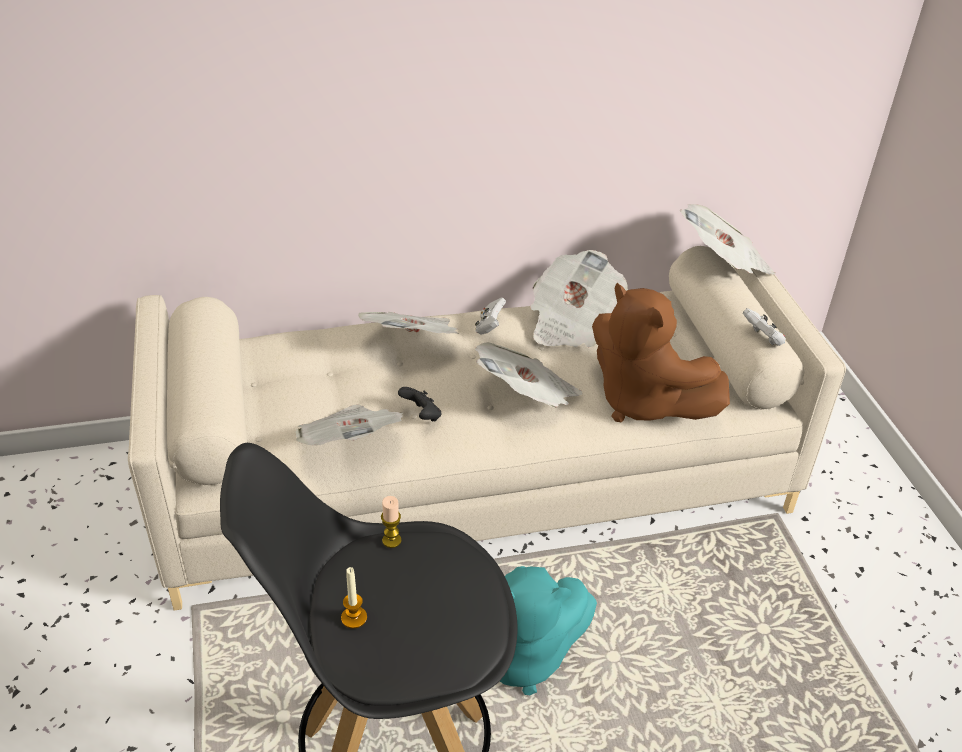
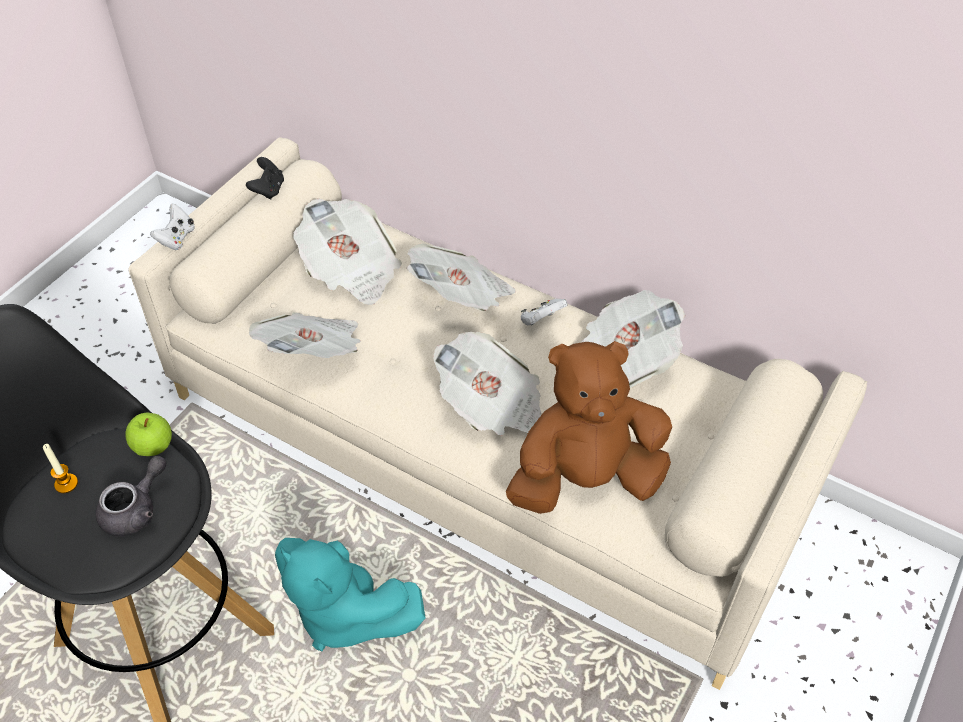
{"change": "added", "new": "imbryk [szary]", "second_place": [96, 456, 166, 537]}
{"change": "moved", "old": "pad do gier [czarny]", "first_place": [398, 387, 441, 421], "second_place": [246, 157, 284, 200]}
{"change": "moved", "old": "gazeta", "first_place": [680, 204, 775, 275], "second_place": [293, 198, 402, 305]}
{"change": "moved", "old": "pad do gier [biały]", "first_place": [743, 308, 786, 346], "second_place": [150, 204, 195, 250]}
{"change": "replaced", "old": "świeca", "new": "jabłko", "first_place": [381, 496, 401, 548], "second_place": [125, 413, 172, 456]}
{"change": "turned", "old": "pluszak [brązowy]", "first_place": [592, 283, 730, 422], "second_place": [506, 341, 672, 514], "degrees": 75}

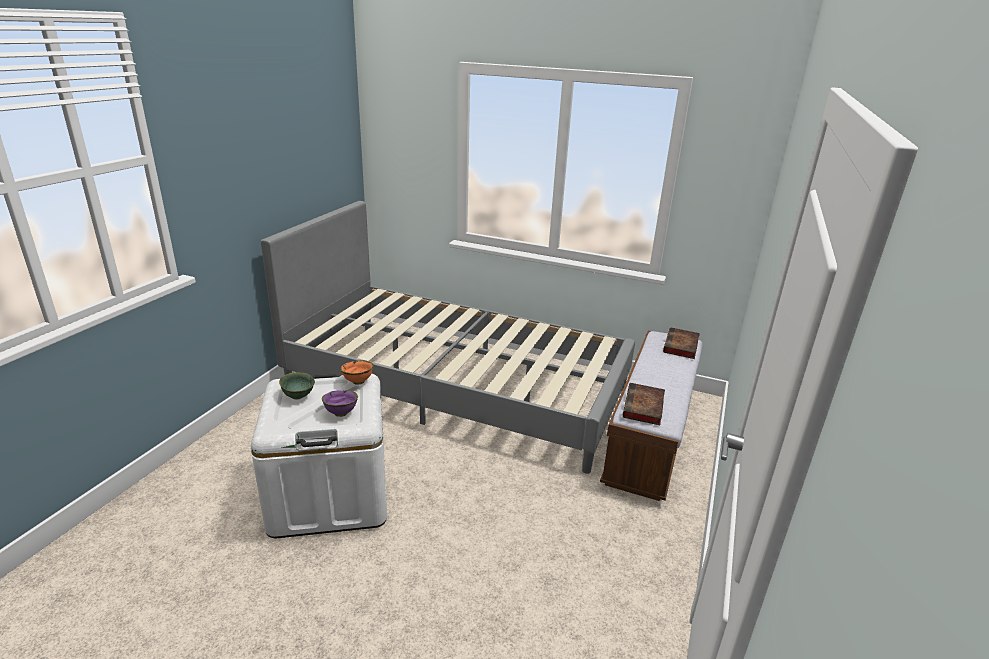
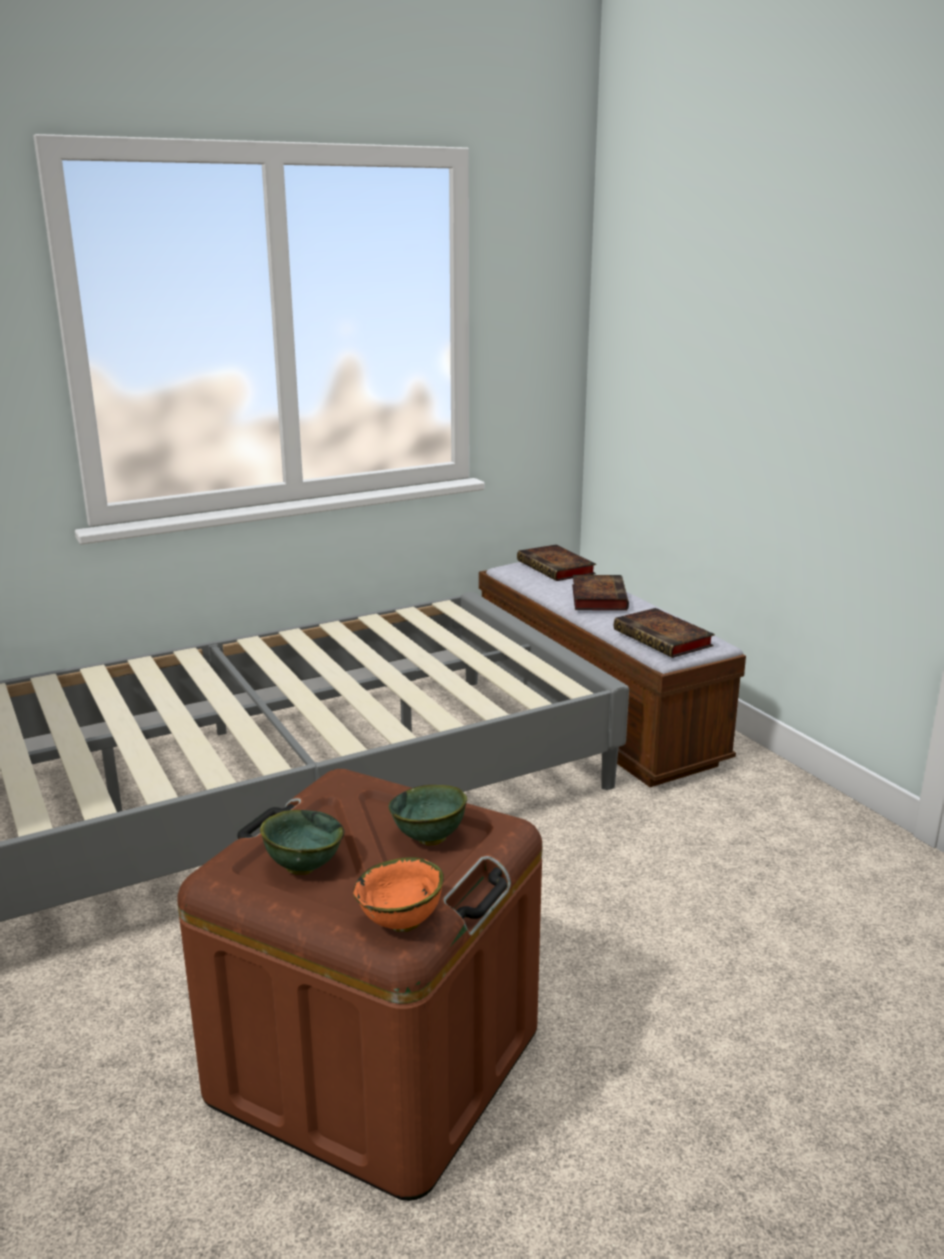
{"change": "added", "new": "książka", "second_place": [572, 575, 629, 610]}
{"change": "moved", "old": "miska [pomarańczowy]", "first_place": [340, 360, 374, 385], "second_place": [353, 857, 444, 932]}
{"change": "recoloured", "old": "pojemnik do przechowywania [biały]", "new": "pojemnik do przechowywania [brązowy]", "first_place": [251, 374, 387, 538], "second_place": [177, 769, 543, 1201]}
{"change": "recoloured", "old": "miska [fioletowy]", "new": "miska [zielony]", "first_place": [322, 390, 358, 417], "second_place": [388, 785, 467, 846]}

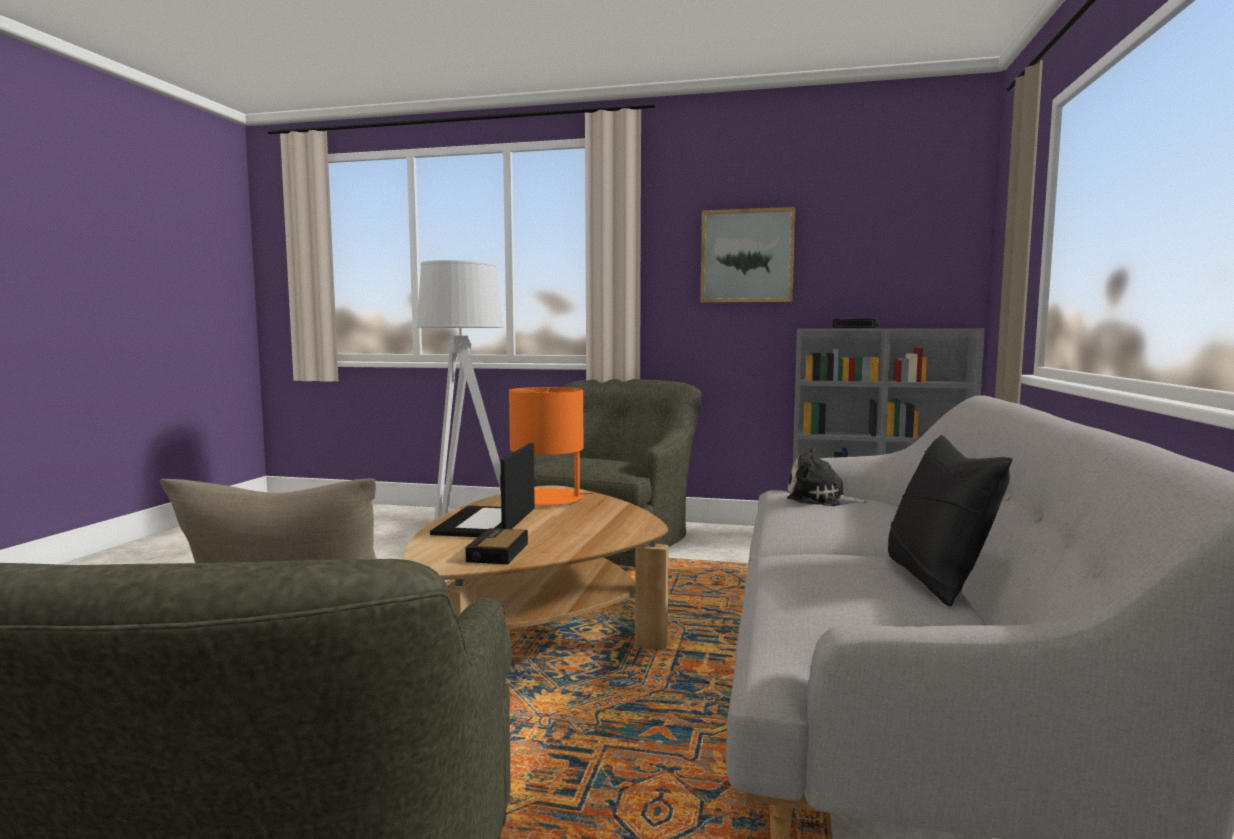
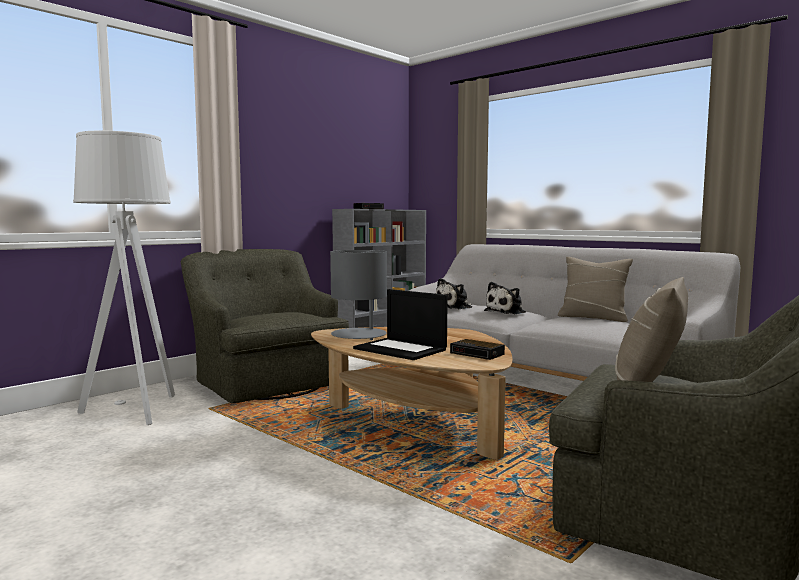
{"change": "removed", "old": "obraz", "first_place": [701, 207, 795, 303]}
{"change": "added", "new": "pluszak", "second_place": [484, 282, 526, 315]}
{"change": "recoloured", "old": "lampa stołowa [pomarańczowy]", "new": "lampa stołowa [szary]", "first_place": [509, 387, 593, 505], "second_place": [330, 250, 387, 340]}
{"change": "recoloured", "old": "poduszka [czarny]", "new": "poduszka [beżowy]", "first_place": [888, 435, 1013, 606], "second_place": [558, 257, 633, 322]}

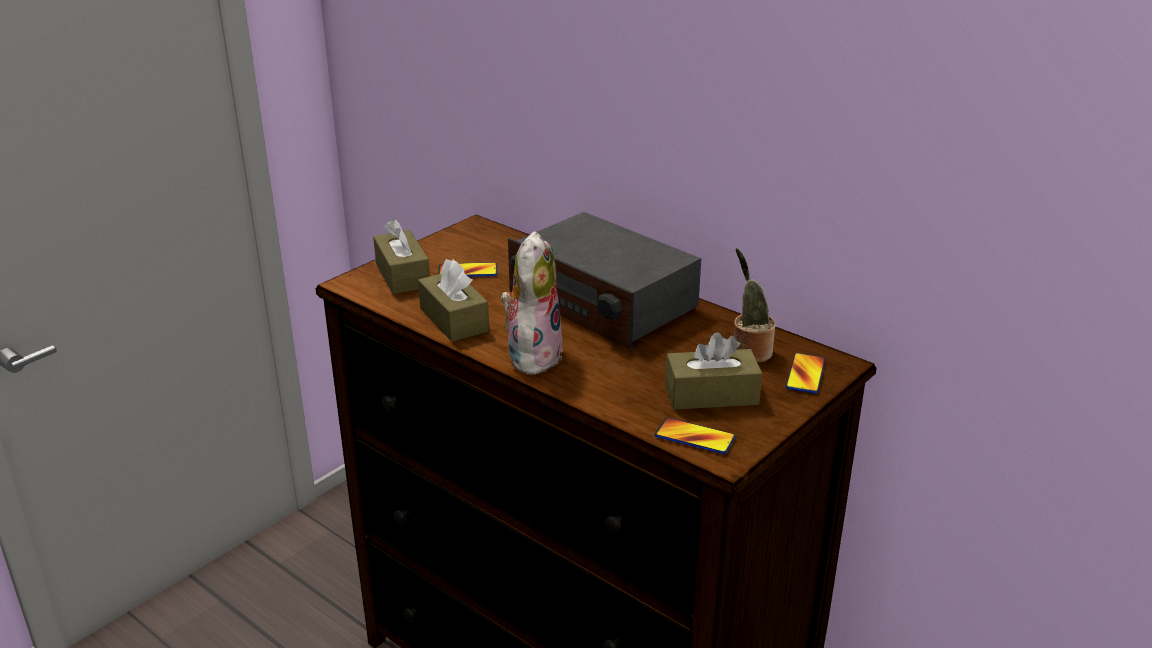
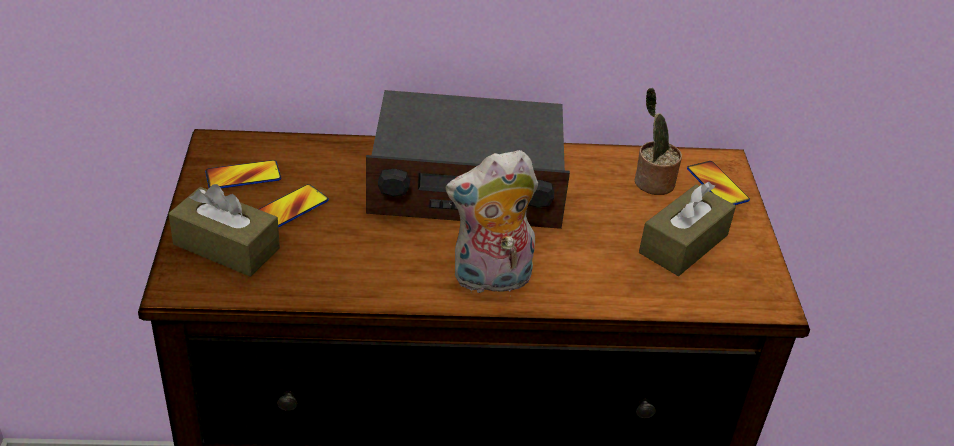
{"change": "removed", "old": "pudełko chusteczek [brązowy]", "first_place": [418, 259, 489, 342]}
{"change": "moved", "old": "telefon", "first_place": [655, 417, 735, 454], "second_place": [205, 160, 281, 188]}
{"change": "turned", "old": "pluszak", "first_place": [501, 231, 563, 375], "second_place": [446, 150, 538, 297], "degrees": -75}

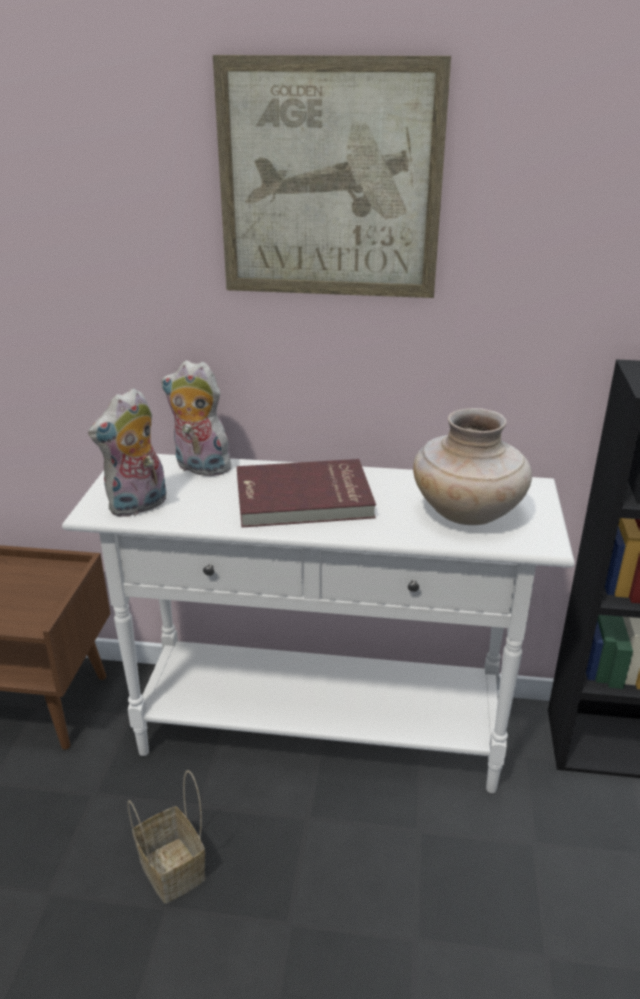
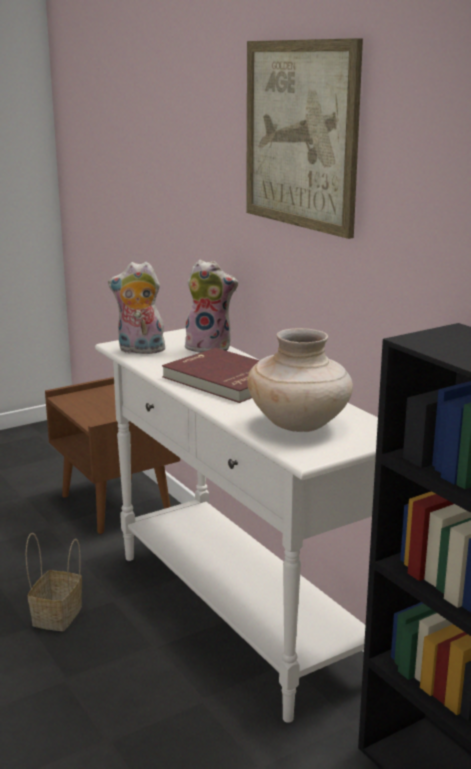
{"change": "turned", "old": "pluszak", "first_place": [161, 360, 234, 476], "second_place": [185, 260, 238, 353], "degrees": 120}

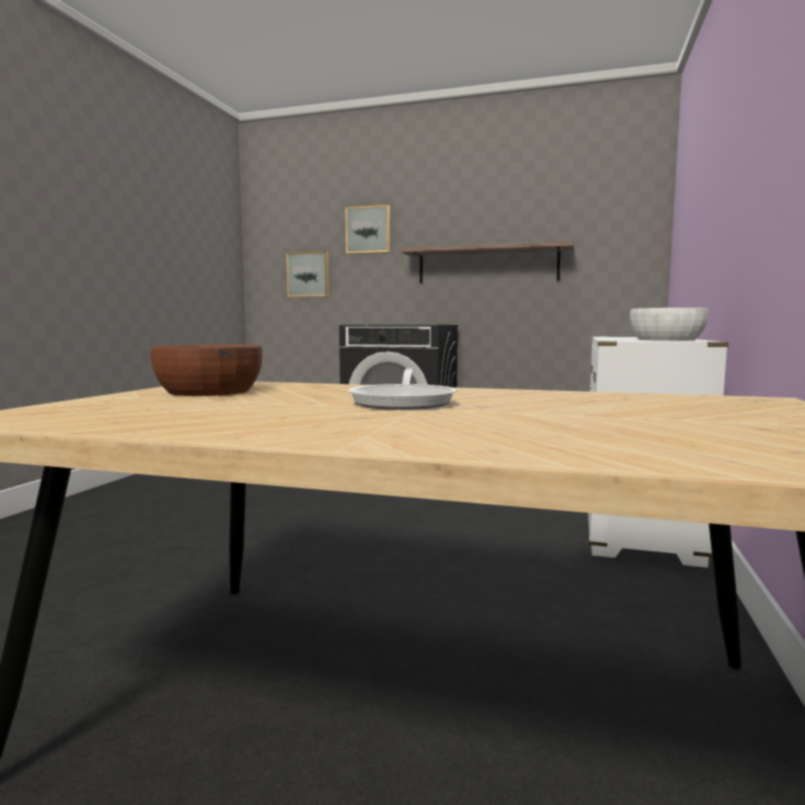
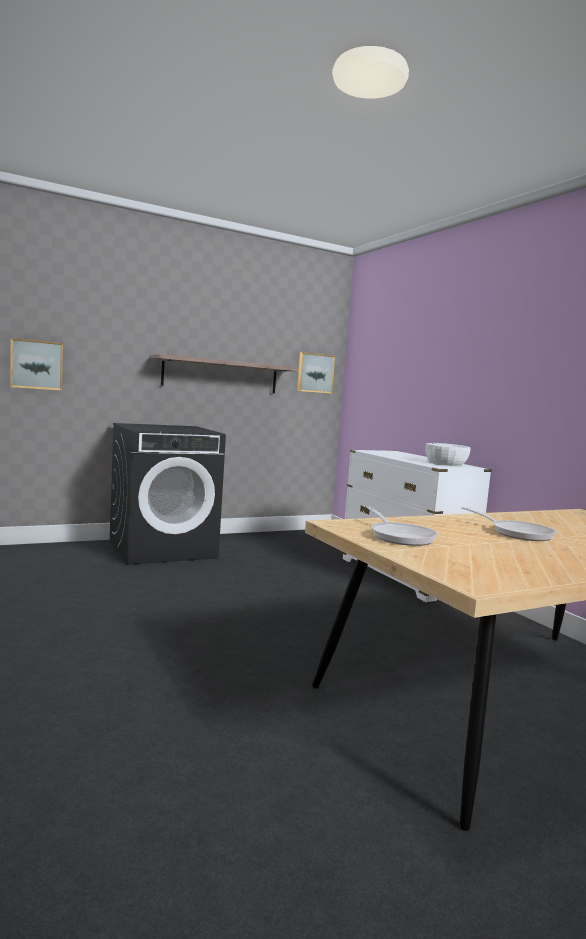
{"change": "moved", "old": "obraz", "first_place": [345, 205, 390, 254], "second_place": [297, 352, 335, 394]}
{"change": "replaced", "old": "miska [brązowy]", "new": "patelnia", "first_place": [150, 344, 262, 396], "second_place": [367, 507, 439, 546]}

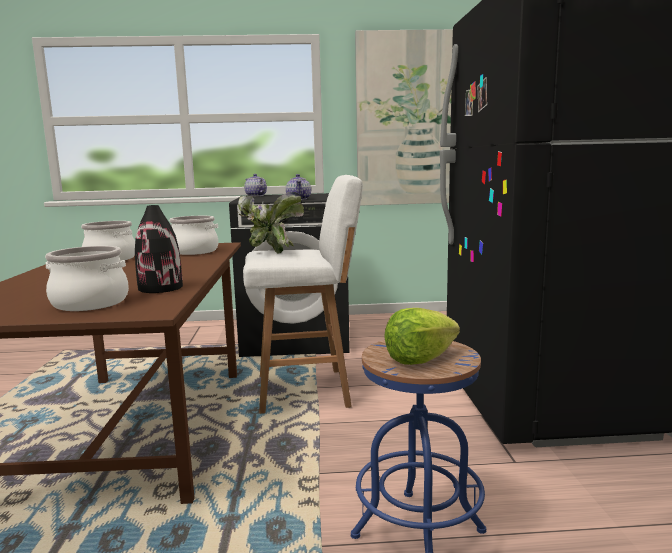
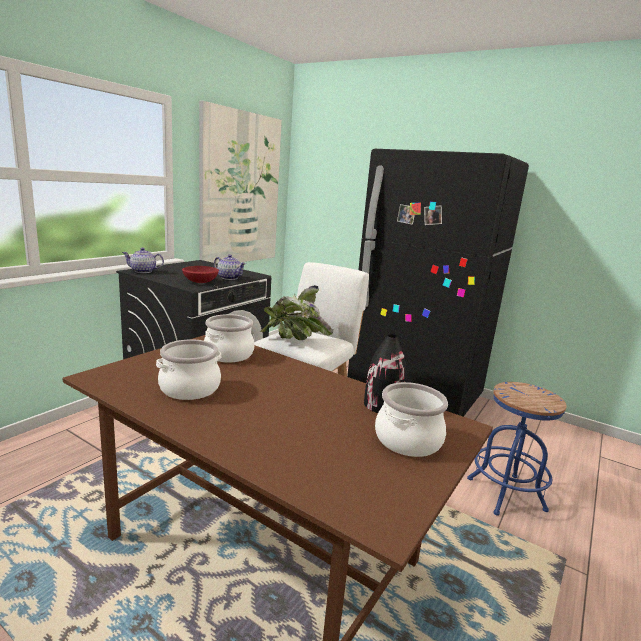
{"change": "removed", "old": "sałata", "first_place": [384, 308, 460, 365]}
{"change": "added", "new": "miska [czerwony]", "second_place": [182, 266, 219, 283]}

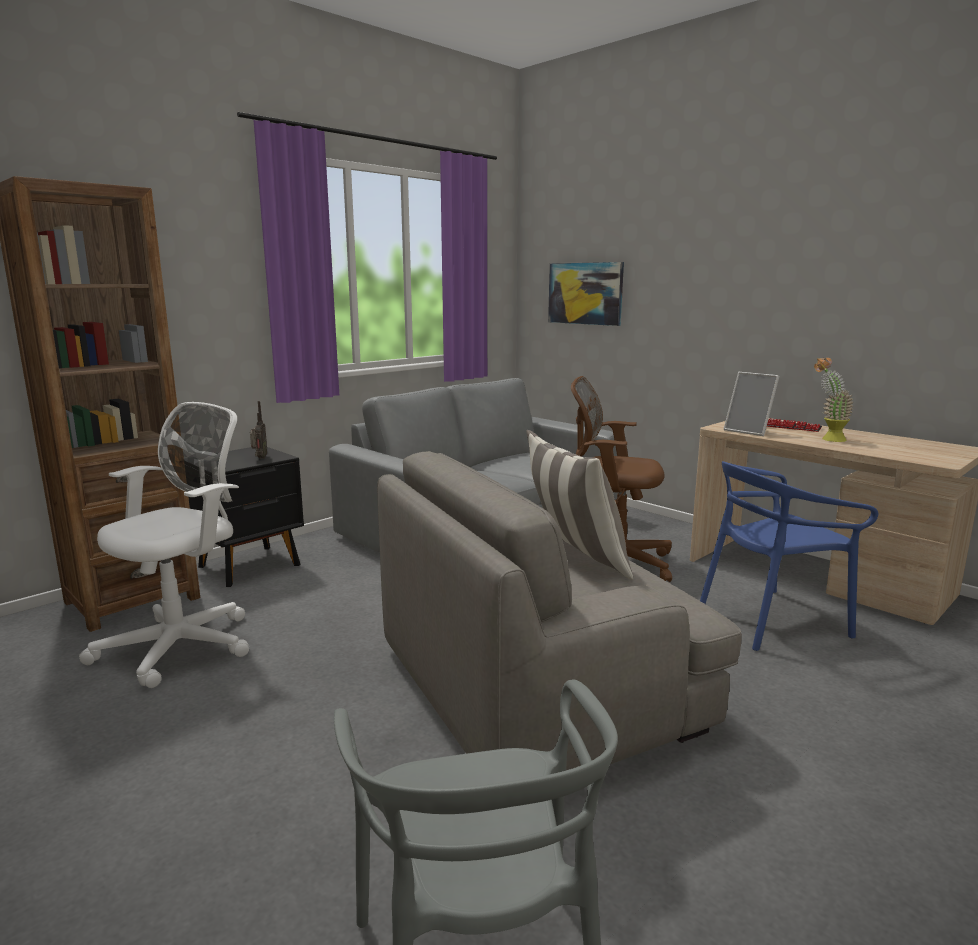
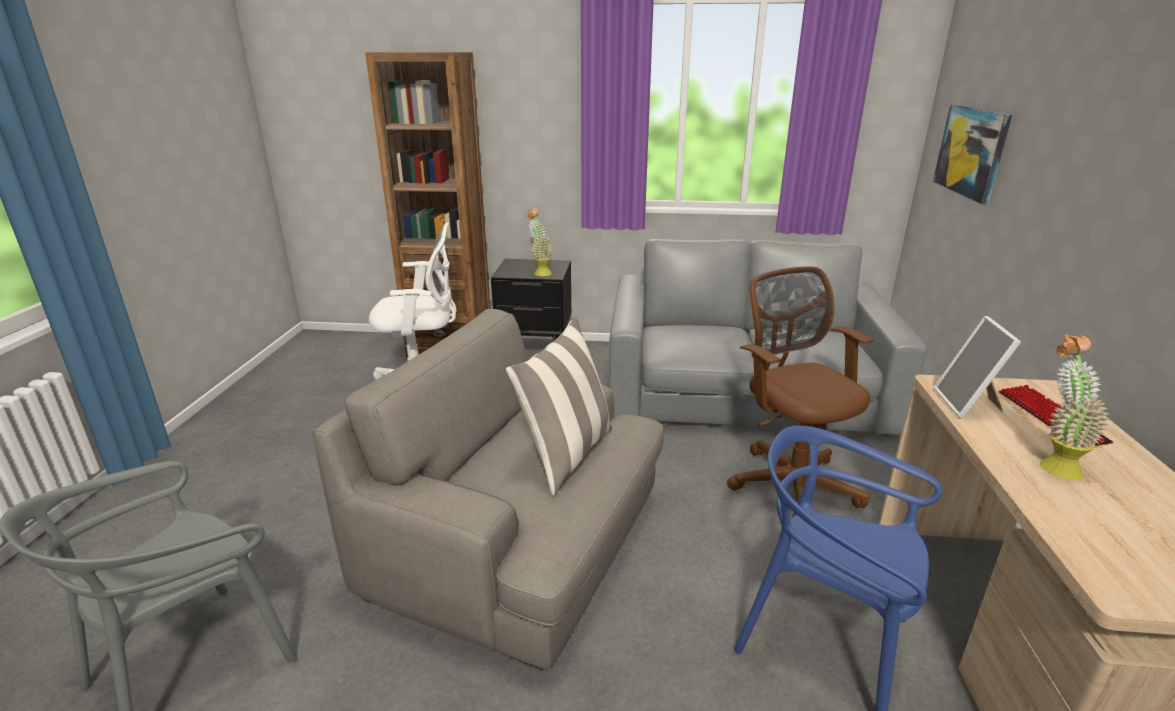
{"change": "replaced", "old": "radio", "new": "roślina doniczkowa", "first_place": [250, 401, 267, 459], "second_place": [527, 208, 553, 276]}

